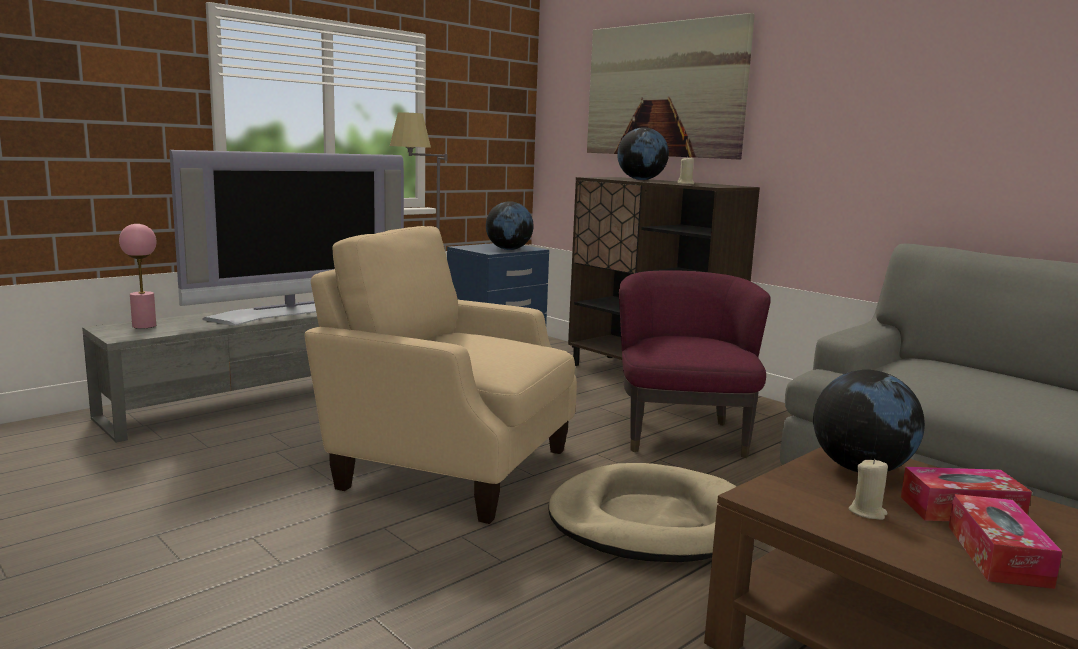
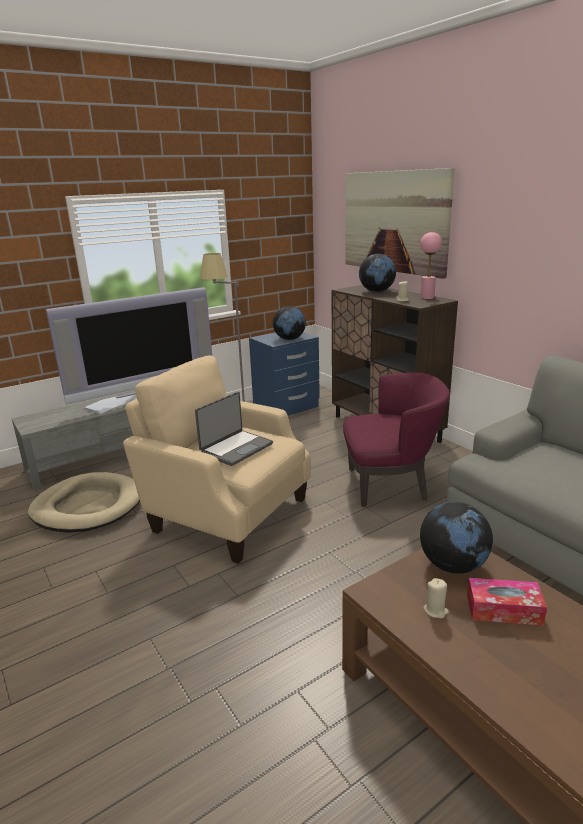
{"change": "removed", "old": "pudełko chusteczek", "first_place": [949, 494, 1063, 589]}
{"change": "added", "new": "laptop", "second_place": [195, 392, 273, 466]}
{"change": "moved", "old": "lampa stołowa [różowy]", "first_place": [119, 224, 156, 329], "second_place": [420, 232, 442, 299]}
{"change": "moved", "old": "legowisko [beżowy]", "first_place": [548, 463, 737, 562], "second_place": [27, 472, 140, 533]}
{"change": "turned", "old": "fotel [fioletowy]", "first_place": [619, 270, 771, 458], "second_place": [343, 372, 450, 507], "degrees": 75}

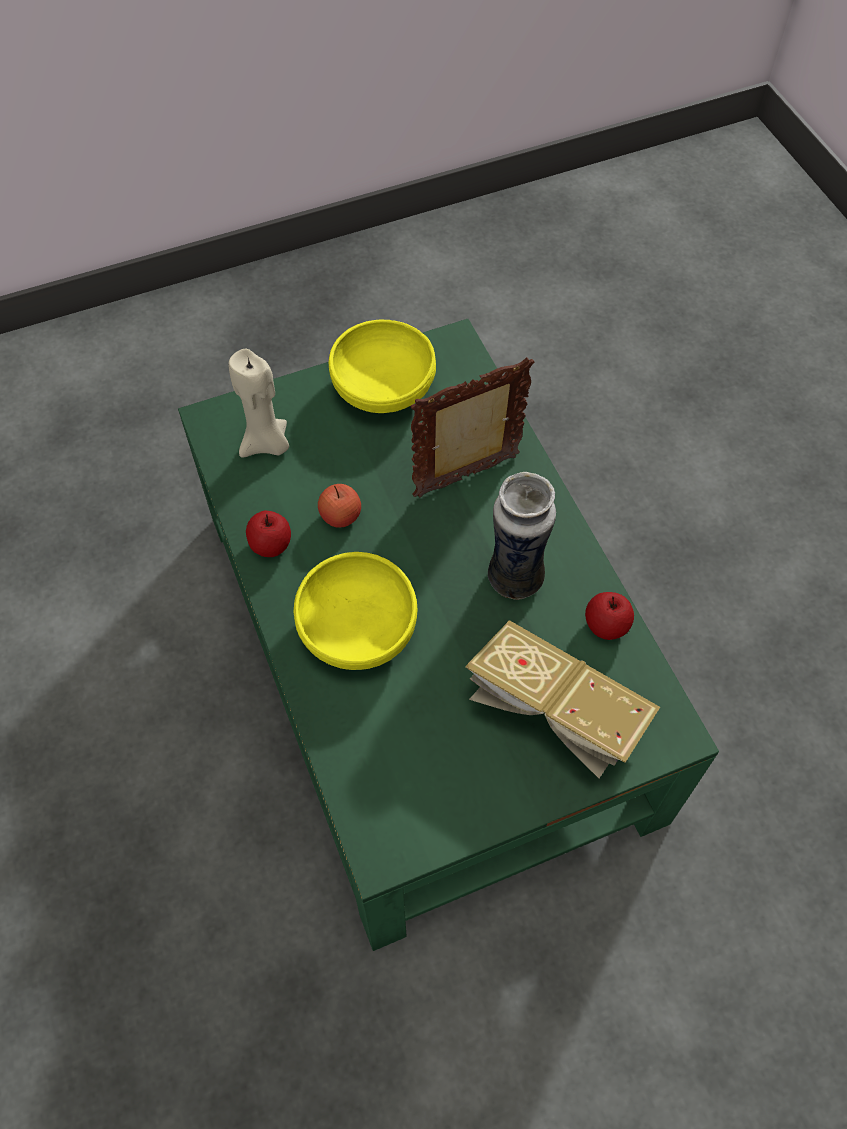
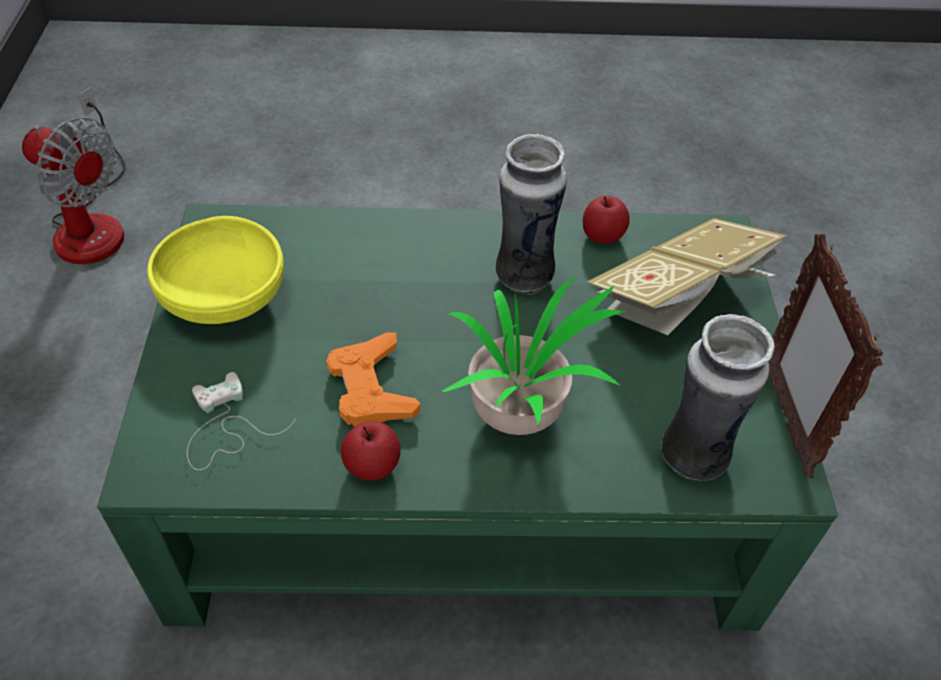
{"change": "added", "new": "wentylator", "second_place": [22, 87, 126, 264]}
{"change": "added", "new": "wazon", "second_place": [661, 314, 775, 481]}
{"change": "moved", "old": "ramka na zdjęcie", "first_place": [410, 357, 534, 498], "second_place": [769, 234, 883, 478]}
{"change": "replaced", "old": "świeca [beżowy]", "new": "pad do gier [biały]", "first_place": [228, 349, 289, 457], "second_place": [187, 372, 295, 470]}
{"change": "replaced", "old": "miska [żółty]", "new": "roślina doniczkowa", "first_place": [294, 552, 417, 670], "second_place": [442, 277, 626, 435]}
{"change": "replaced", "old": "jabłko", "new": "pad do gier [pomarańczowy]", "first_place": [318, 484, 361, 528], "second_place": [326, 332, 421, 426]}

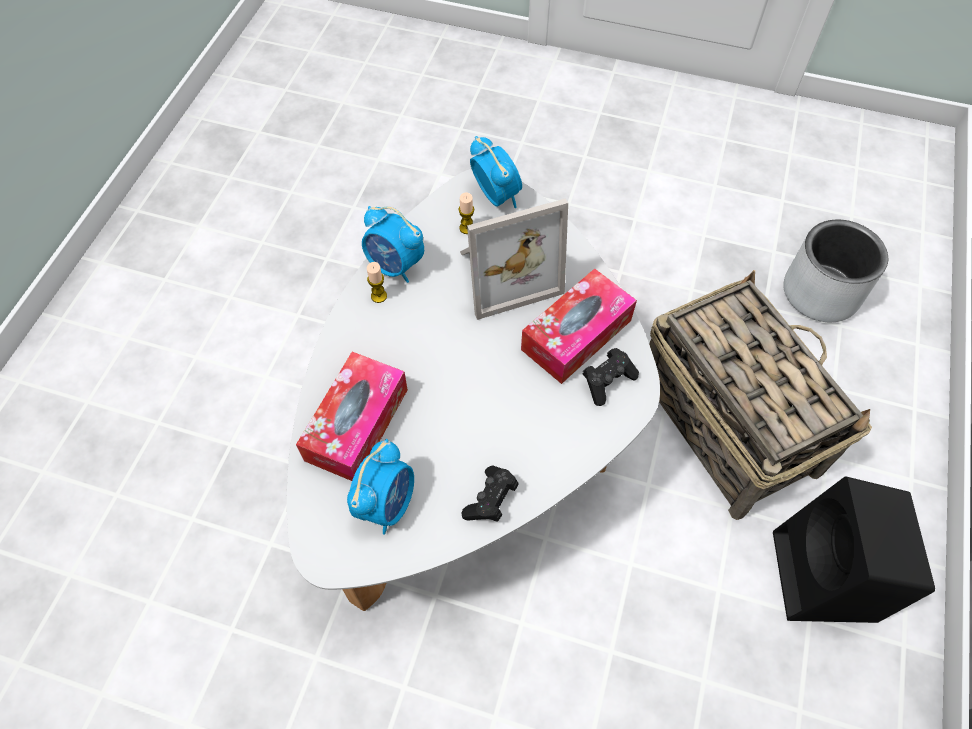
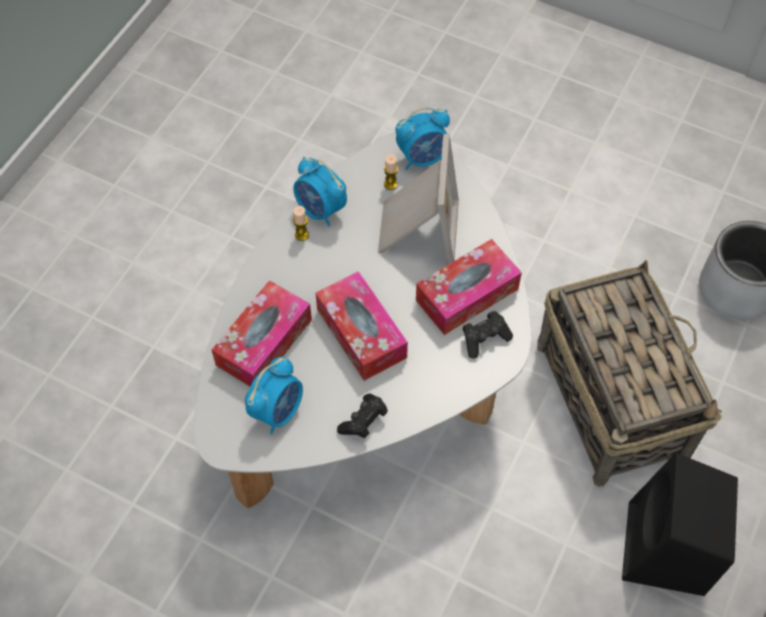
{"change": "added", "new": "pudełko chusteczek", "second_place": [316, 271, 408, 381]}
{"change": "turned", "old": "ramka na zdjęcie", "first_place": [460, 198, 568, 320], "second_place": [378, 134, 459, 264], "degrees": -75}
{"change": "turned", "old": "budzik", "first_place": [470, 136, 522, 208], "second_place": [396, 107, 450, 170], "degrees": 90}

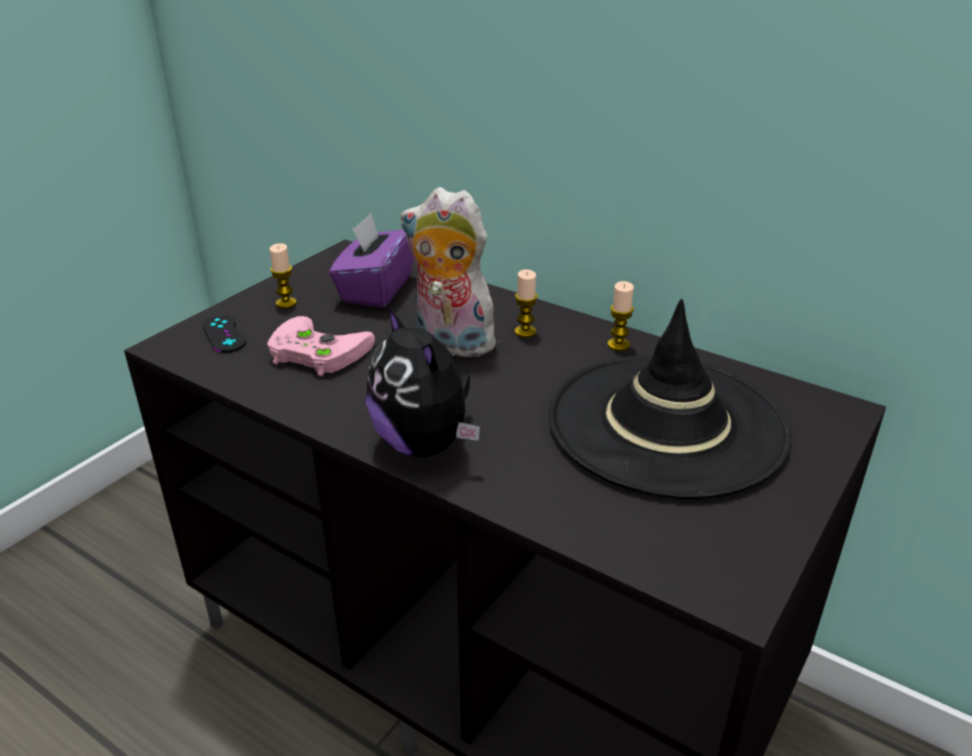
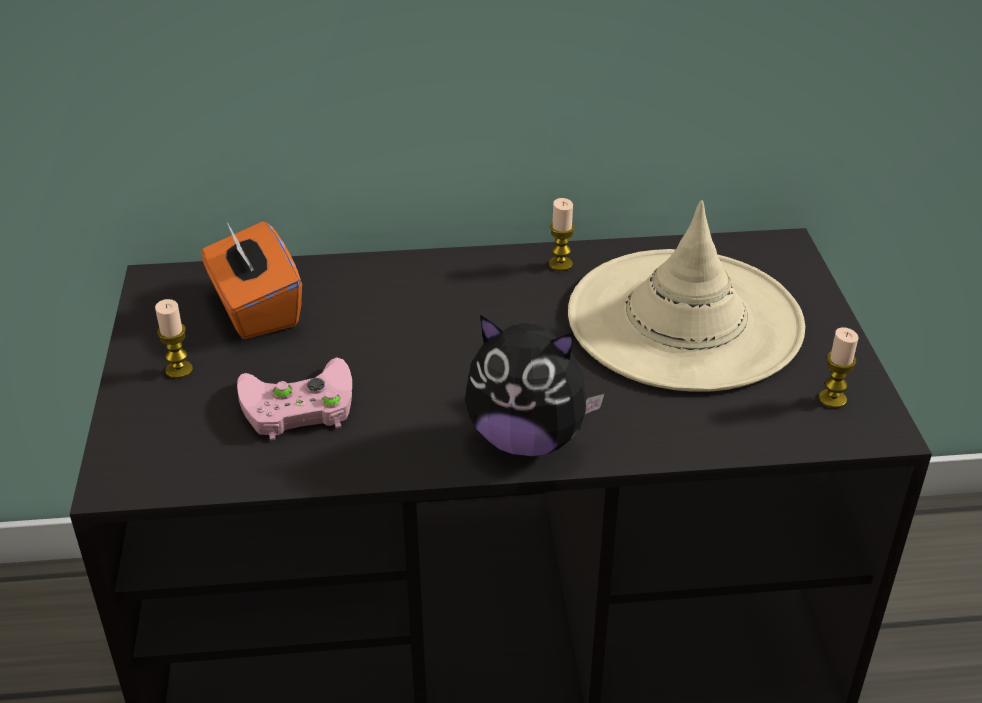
{"change": "removed", "old": "pad do gier [czarny]", "first_place": [203, 316, 246, 353]}
{"change": "removed", "old": "pluszak", "first_place": [401, 187, 505, 357]}
{"change": "moved", "old": "świeca", "first_place": [514, 269, 538, 338], "second_place": [819, 327, 858, 408]}
{"change": "recoloured", "old": "pudełko chusteczek [fioletowy]", "new": "pudełko chusteczek [pomarańczowy]", "first_place": [329, 213, 413, 307], "second_place": [201, 221, 302, 339]}
{"change": "recoloured", "old": "kapelusz [czarny]", "new": "kapelusz [beżowy]", "first_place": [549, 299, 791, 499], "second_place": [568, 200, 805, 392]}

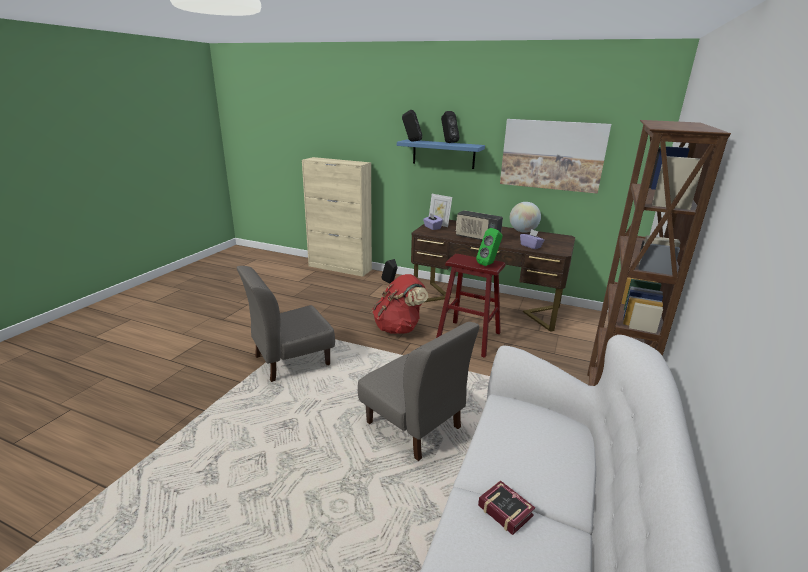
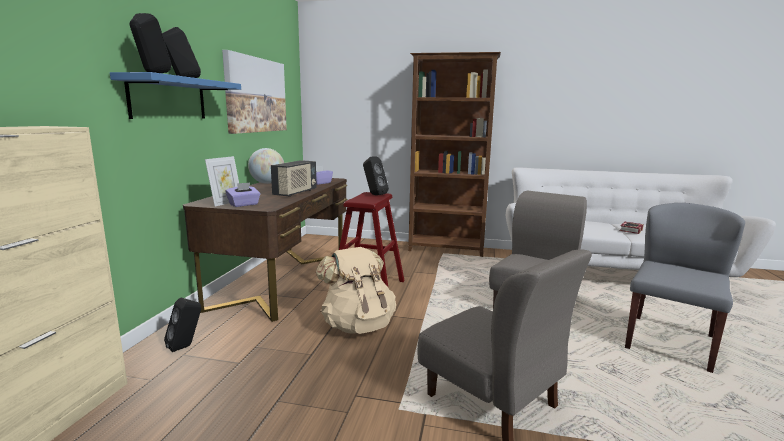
{"change": "added", "new": "krzesło [szary]", "second_place": [625, 203, 745, 373]}
{"change": "recoloured", "old": "plecak [czerwony]", "new": "plecak [beżowy]", "first_place": [372, 274, 428, 334], "second_place": [316, 247, 396, 334]}
{"change": "recoloured", "old": "głośnik [zielony]", "new": "głośnik [czarny]", "first_place": [476, 228, 502, 266], "second_place": [363, 156, 389, 195]}

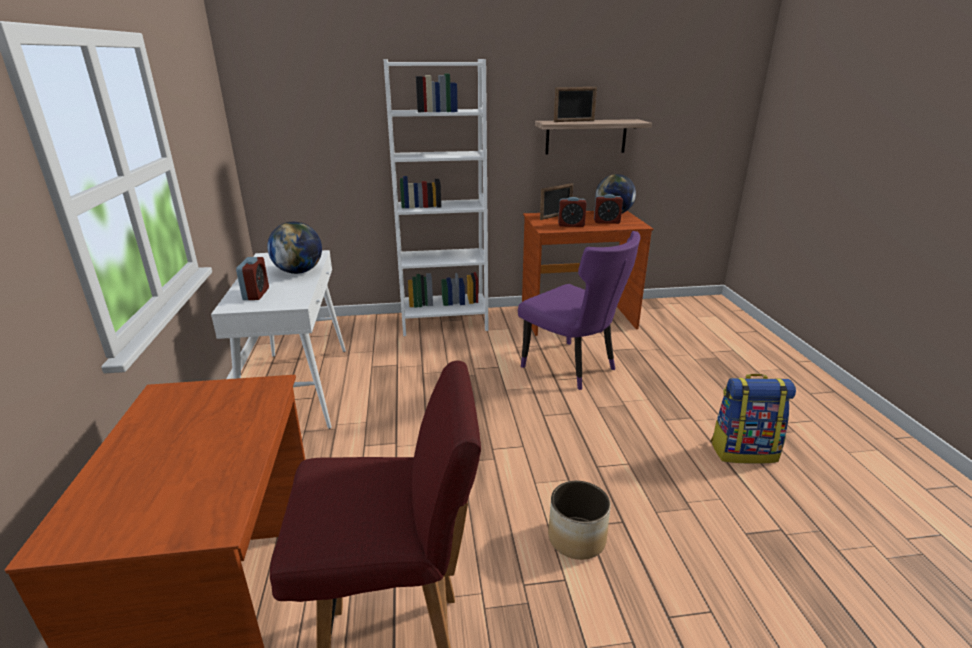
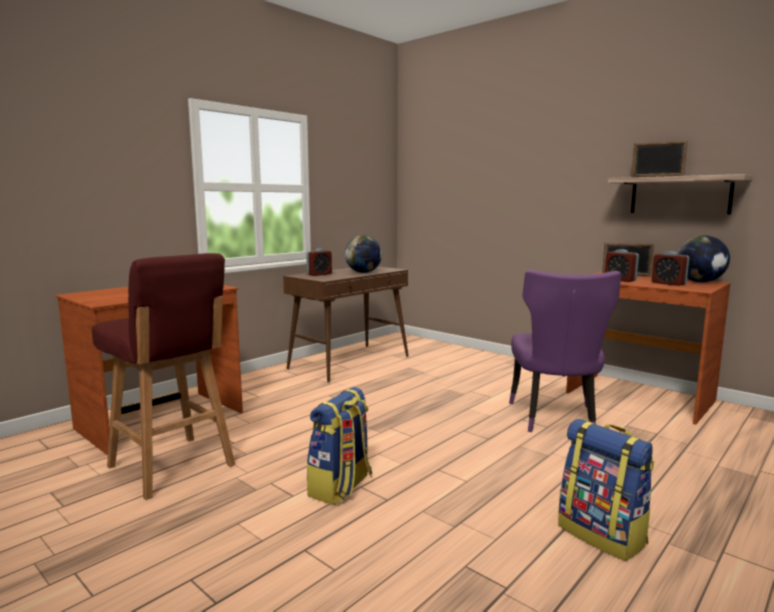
{"change": "removed", "old": "regał [biały]", "first_place": [384, 59, 488, 336]}
{"change": "replaced", "old": "donica", "new": "plecak", "first_place": [548, 481, 611, 560], "second_place": [307, 387, 372, 505]}
{"change": "recoloured", "old": "stolik konsolowy [biały]", "new": "stolik konsolowy [brązowy]", "first_place": [211, 250, 346, 429], "second_place": [283, 267, 409, 383]}

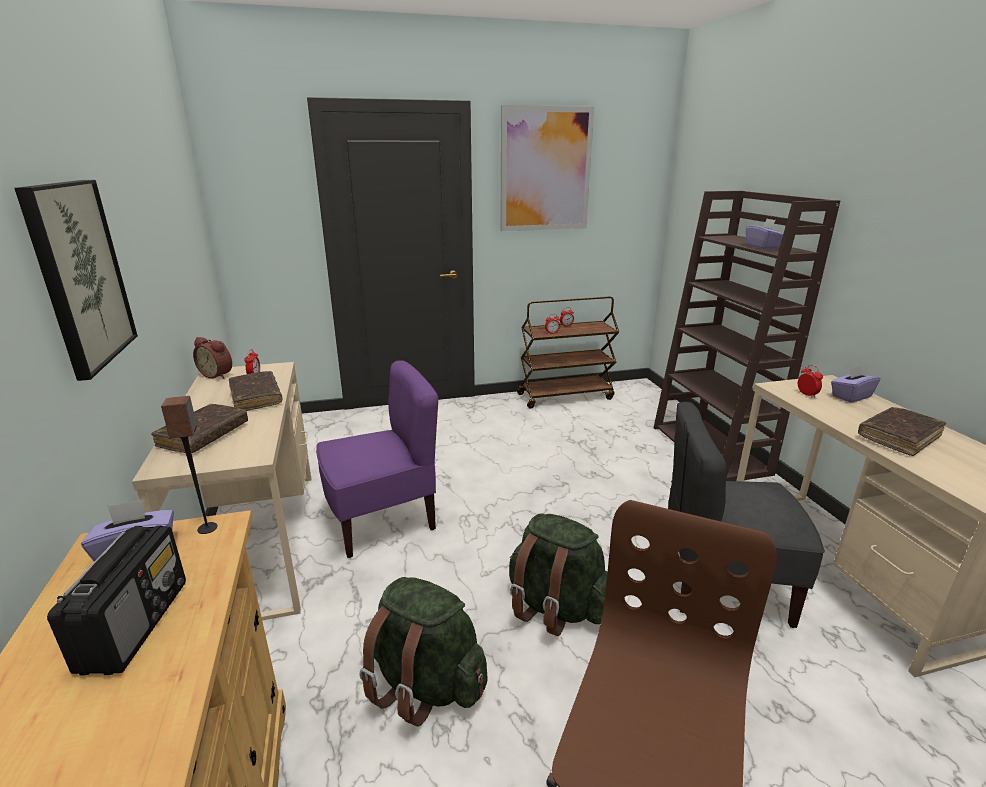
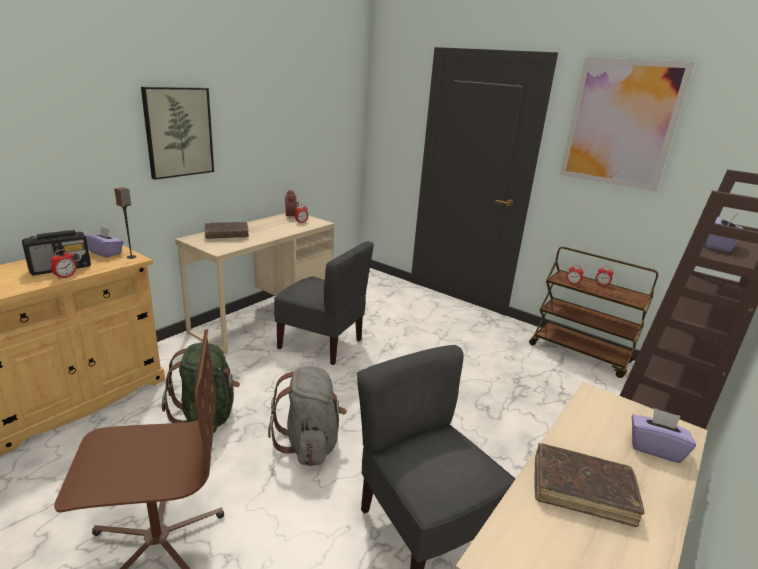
{"change": "removed", "old": "książka [brązowy]", "first_place": [229, 371, 282, 411]}
{"change": "moved", "old": "budzik", "first_place": [798, 365, 823, 398], "second_place": [50, 249, 77, 280]}
{"change": "recoloured", "old": "krzesło [fioletowy]", "new": "krzesło [szary]", "first_place": [316, 360, 438, 558], "second_place": [274, 241, 374, 365]}
{"change": "recoloured", "old": "plecak [zielony]", "new": "plecak [szary]", "first_place": [509, 513, 608, 636], "second_place": [268, 366, 347, 466]}

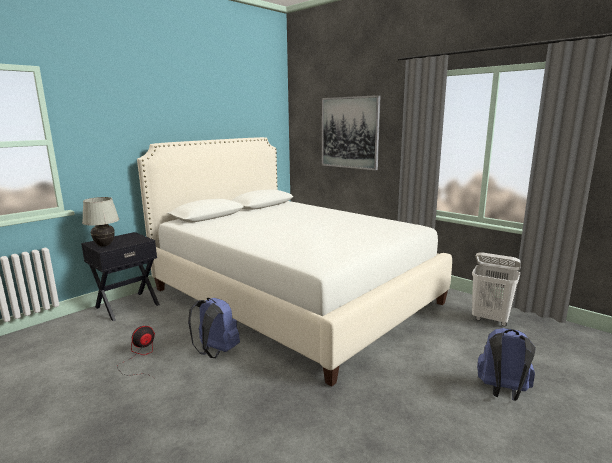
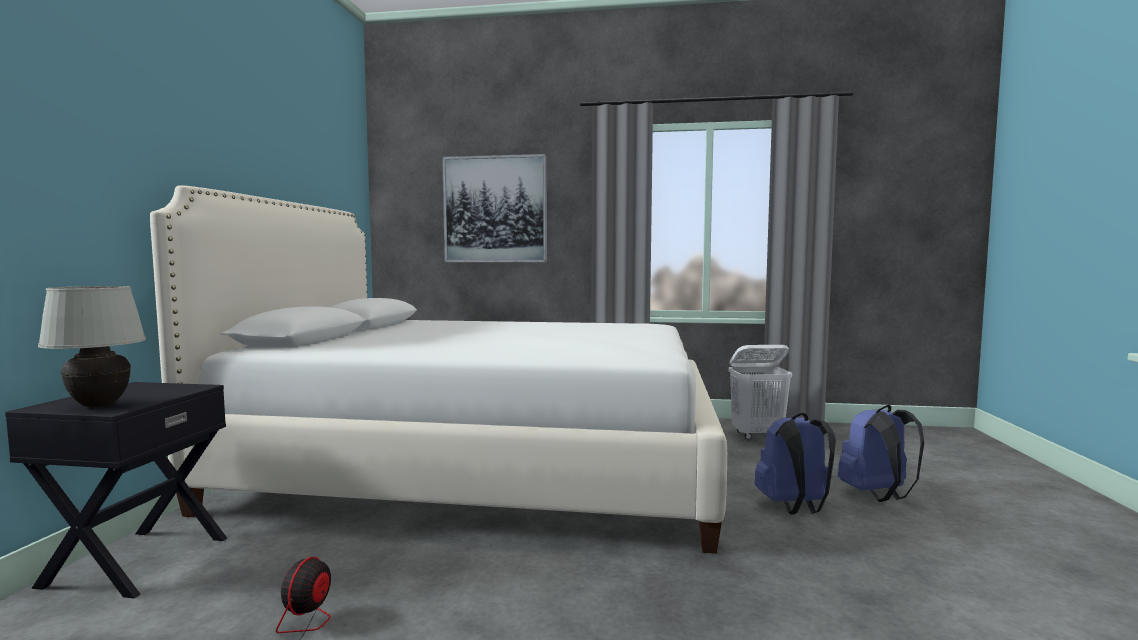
{"change": "moved", "old": "plecak [niebieski]", "first_place": [188, 298, 240, 358], "second_place": [754, 413, 836, 515]}

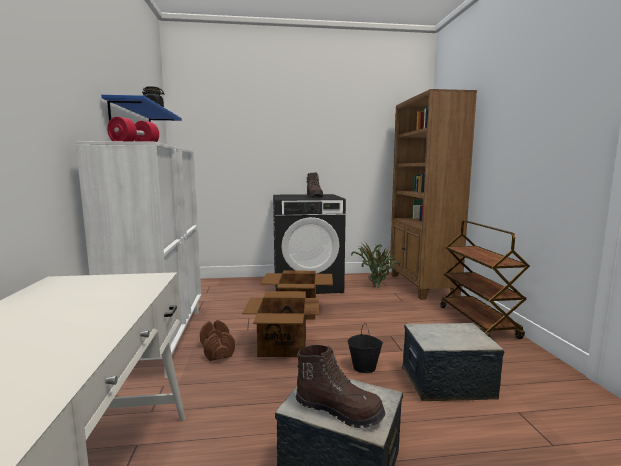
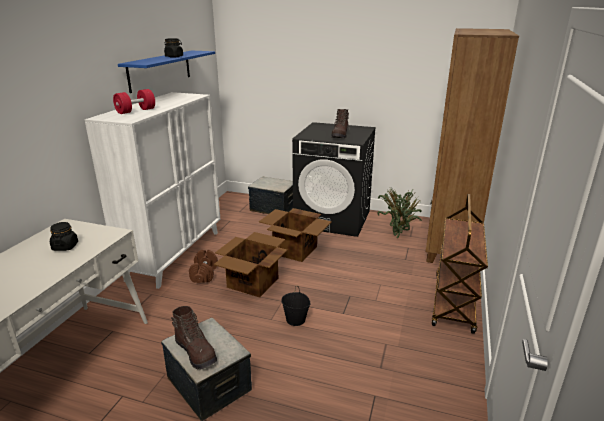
{"change": "added", "new": "słoik [czarny]", "second_place": [50, 222, 78, 251]}
{"change": "moved", "old": "pojemnik do przechowywania", "first_place": [402, 323, 504, 401], "second_place": [248, 177, 293, 214]}

